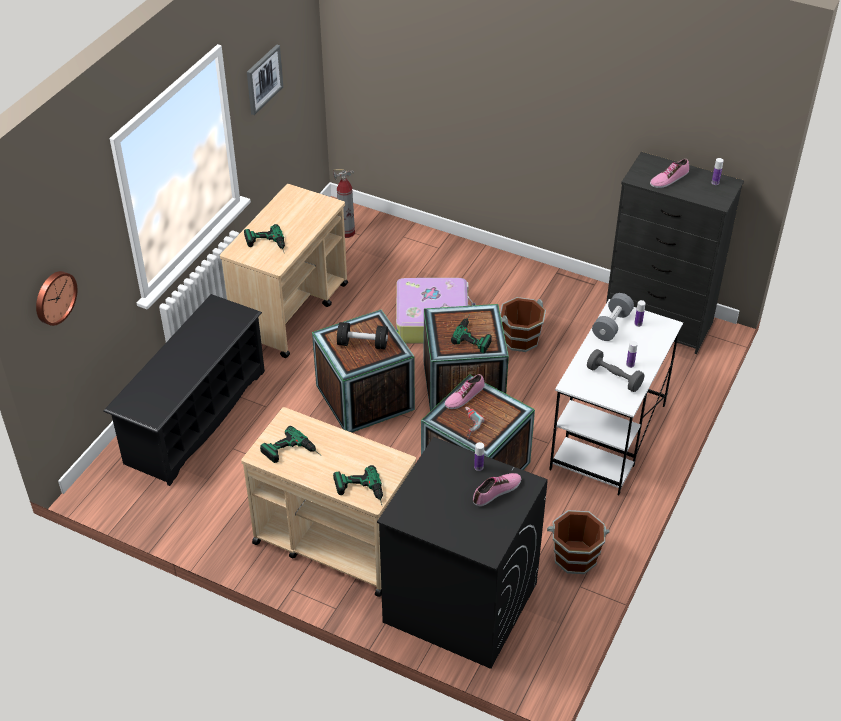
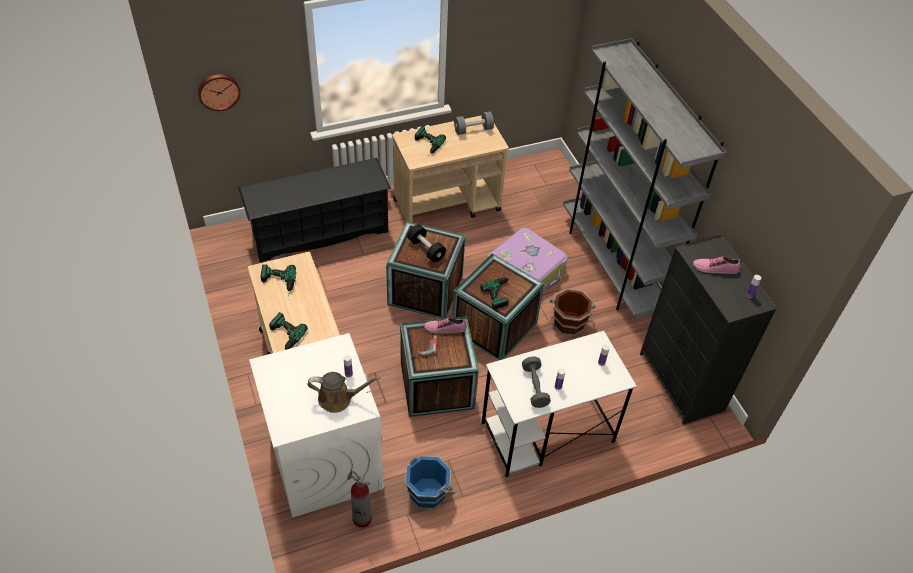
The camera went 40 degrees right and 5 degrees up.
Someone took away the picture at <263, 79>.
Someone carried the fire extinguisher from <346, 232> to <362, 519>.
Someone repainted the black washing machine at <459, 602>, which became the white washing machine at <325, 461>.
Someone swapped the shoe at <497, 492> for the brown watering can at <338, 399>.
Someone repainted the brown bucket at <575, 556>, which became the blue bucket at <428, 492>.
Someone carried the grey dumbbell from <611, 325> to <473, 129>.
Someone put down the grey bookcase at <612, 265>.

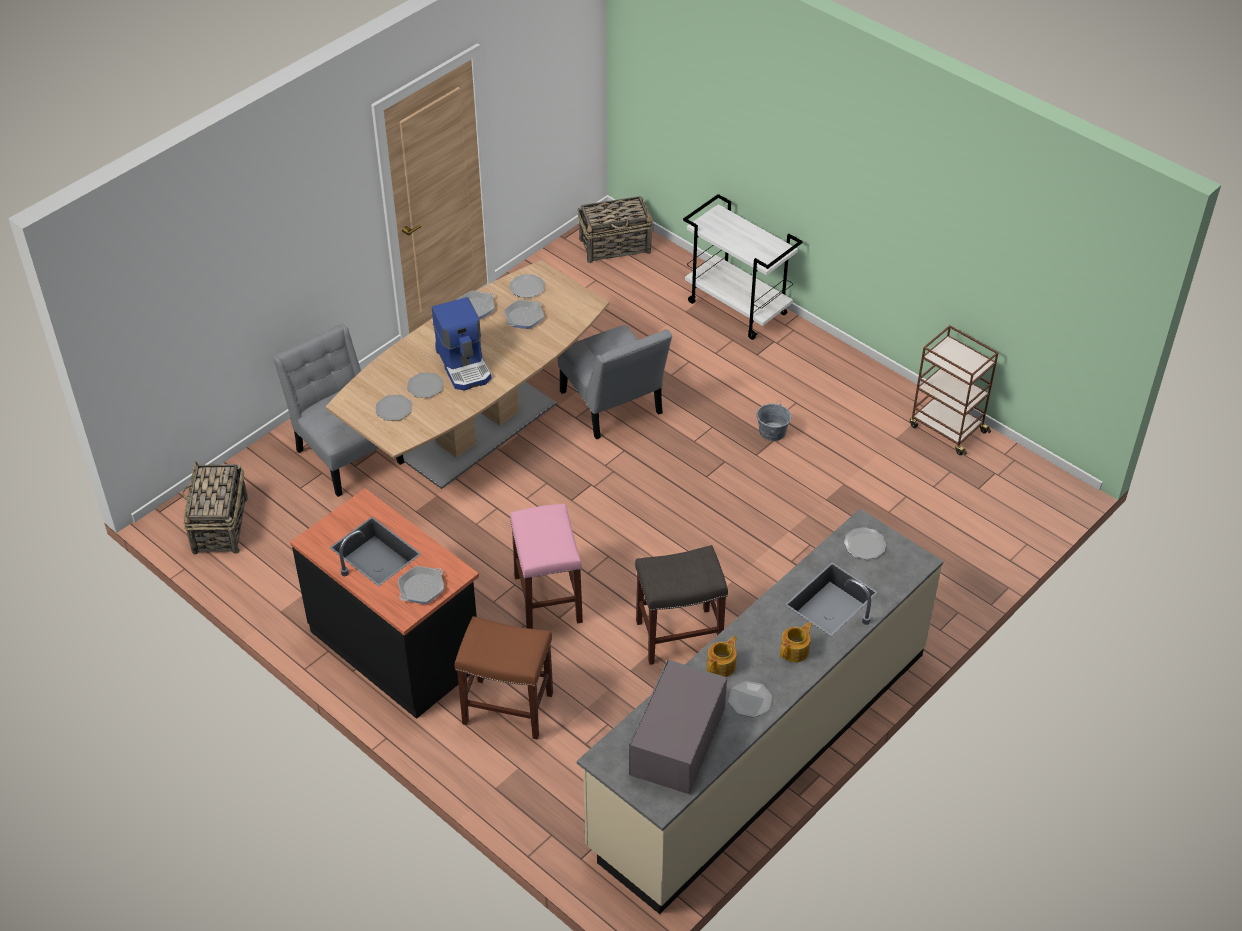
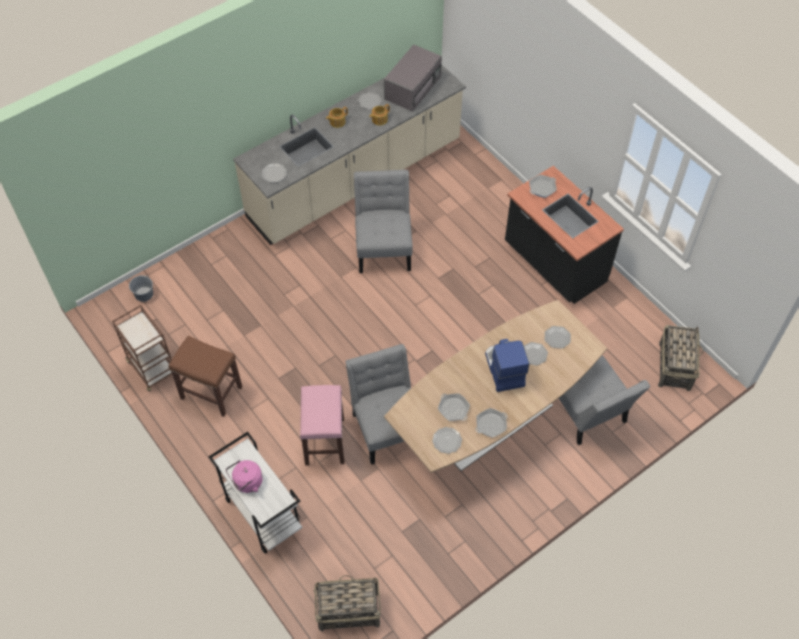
The camera went 170 degrees left and 10 degrees up.
Someone carried the brown stool from <509, 708> to <210, 393>.
Someone rotated the frying pan at <524, 317> by 90 degrees clockwise.
Someone carried the pink stool from <549, 600> to <324, 440>.
Someone swapped the grey stool at <678, 636> for the grey chair at <384, 247>.
Someone carried the grey bucket from <772, 432> to <144, 294>.
Someone put down the pink kettle at <247, 483>.

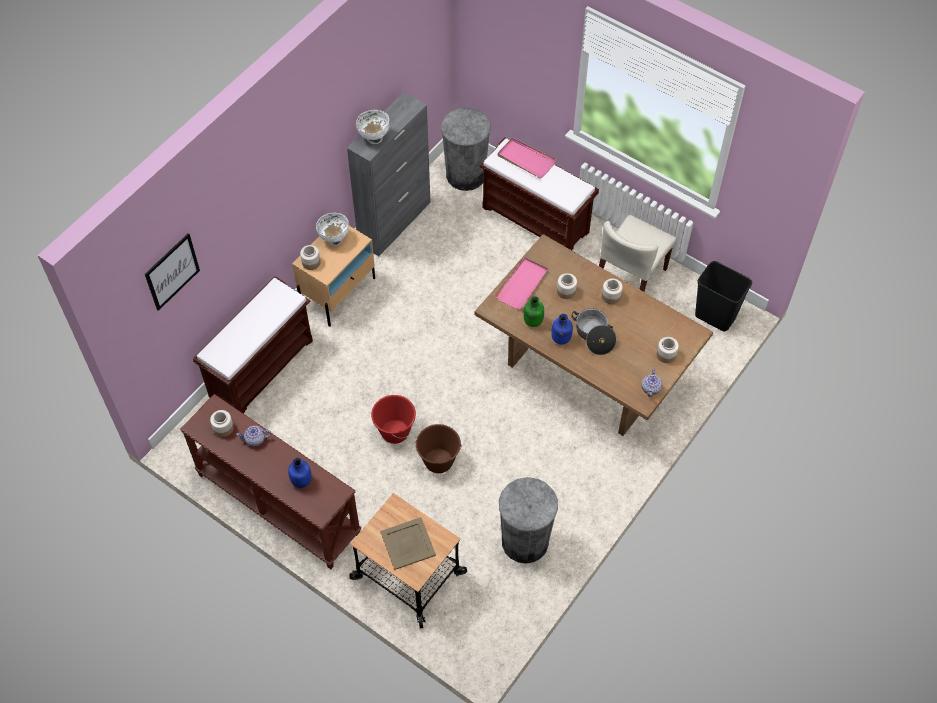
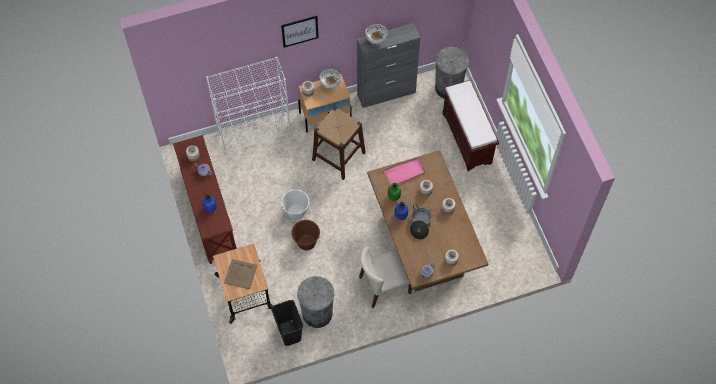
The camera went 35 degrees right and 5 degrees up.
Someone carried the picture from <172, 271> to <300, 31>.
Someone swapped the brown bench at <262, 367> for the white bookcase at <255, 134>.
Someone repainted the red bucket at <395, 432>, which became the white bucket at <296, 212>.
Someone took away the pink tray at <526, 159>.
Someone carried the beige chair from <630, 278> to <384, 285>.
Someone carried the black trash can from <714, 317> to <289, 332>.
Someone put down the brown stool at <339, 156>.

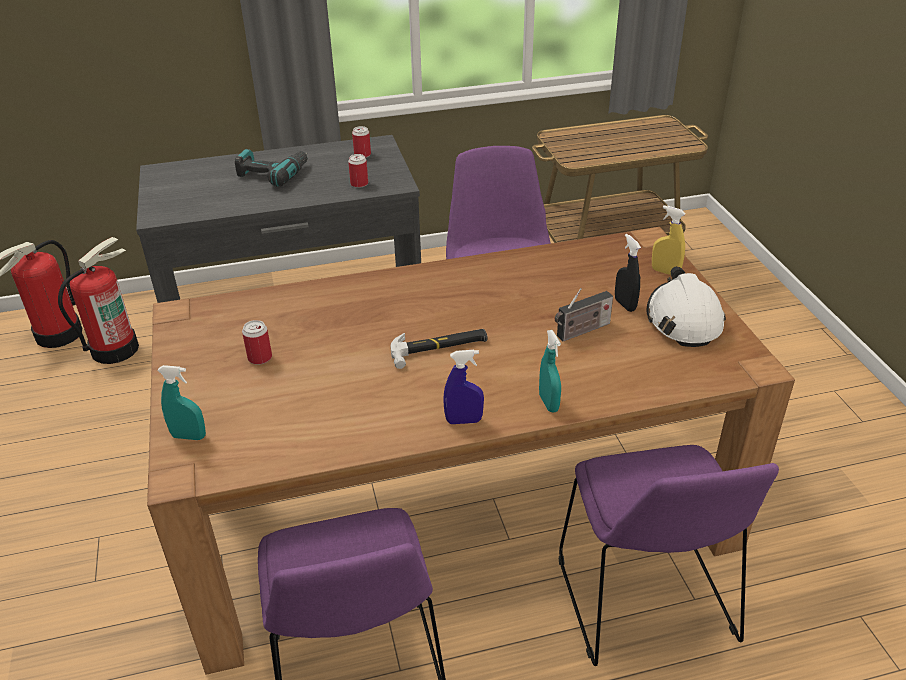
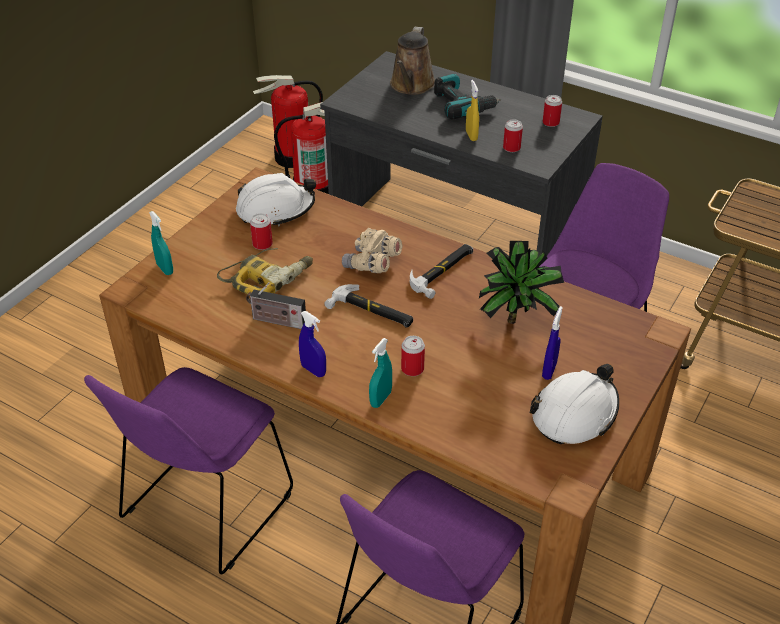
The camera went 45 degrees right and 5 degrees up.
Someone carried the radio from <581, 331> to <276, 321>.
Someone repainted the black spray bottle at <625, 304>, which became the blue spray bottle at <549, 370>.
Someone carried the yellow spray bottle from <665, 272> to <471, 136>.
Someone put down the power drill at <268, 277>.
Someone put down the white hard hat at <275, 209>.
Someone put down the beige binoculars at <372, 264>.
Someone put down the brown watering can at <411, 85>.
Someone put down the can at <412, 369>.
Someone put down the hammer at <443, 271>.
Someone put down the potted plant at <516, 318>.

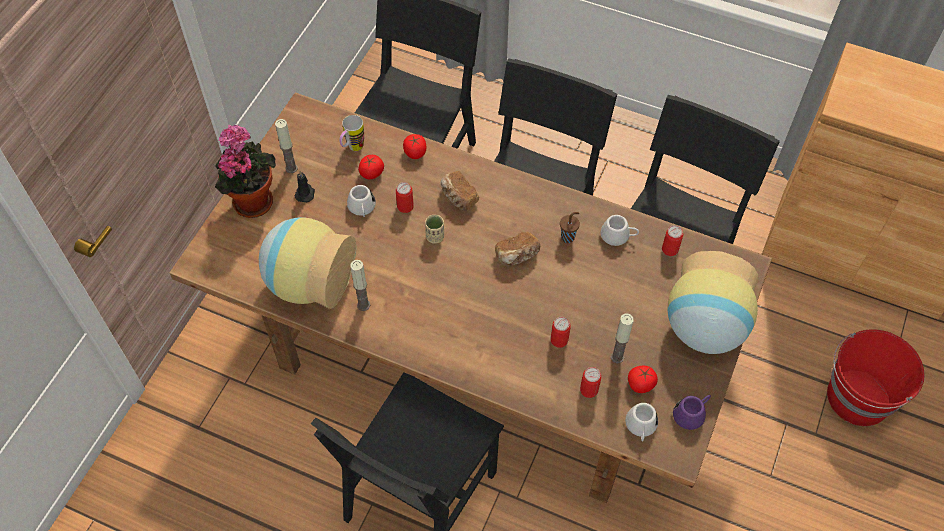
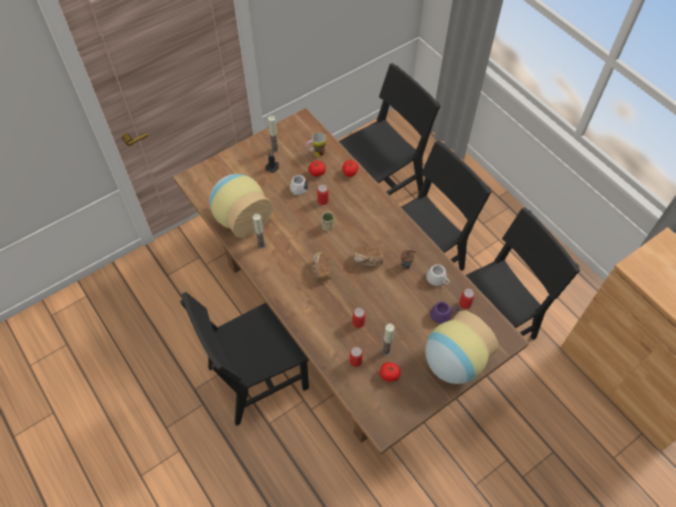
The camera went 30 degrees right and 0 degrees up.
Someone took away the potted plant at <252, 199>.
Someone carried the bread from <458, 197> to <321, 270>.
Someone took away the white mug at <641, 427>.
Someone carried the purple mug from <691, 413> to <443, 315>.
Someone took away the red bucket at <857, 398>.

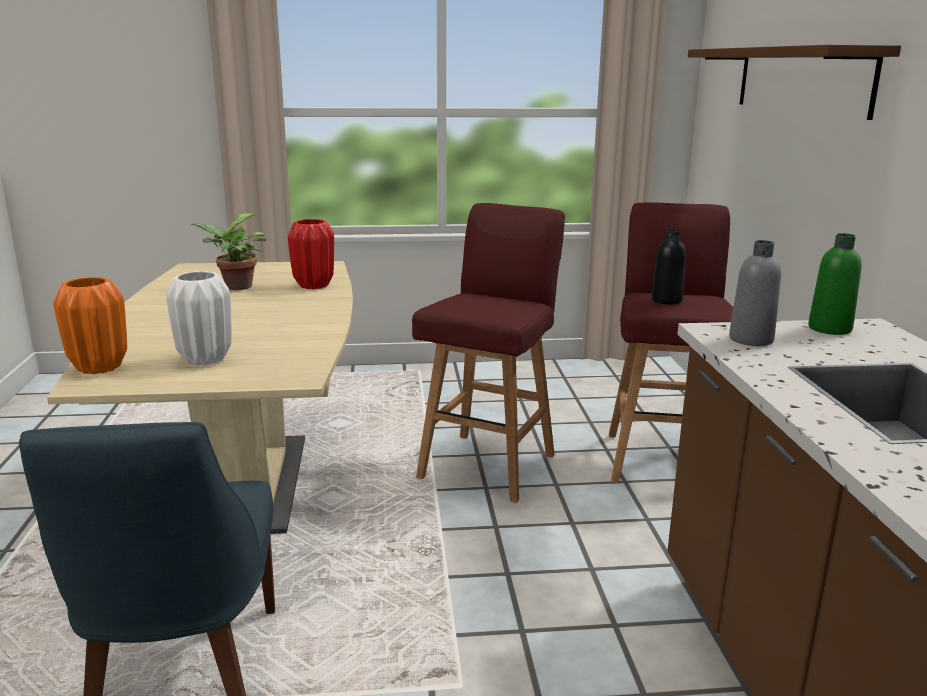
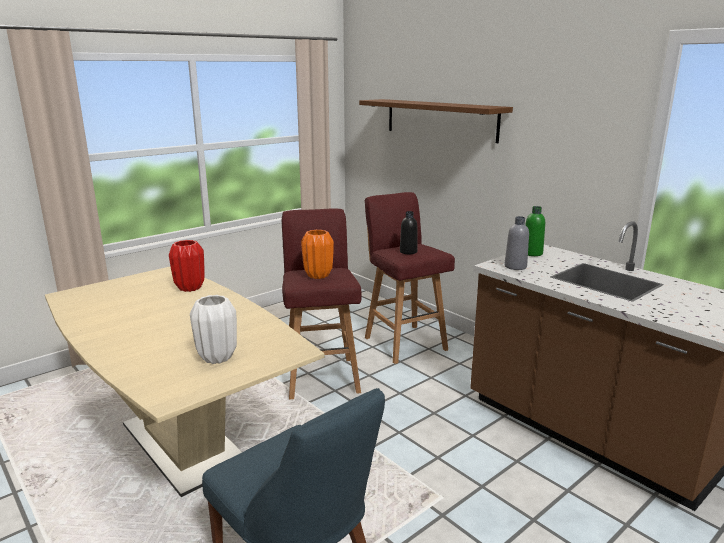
The camera went 35 degrees left and 0 degrees up.
Someone carried the orange vase from <99, 367> to <318, 276>.
Someone took away the potted plant at <235, 287>.

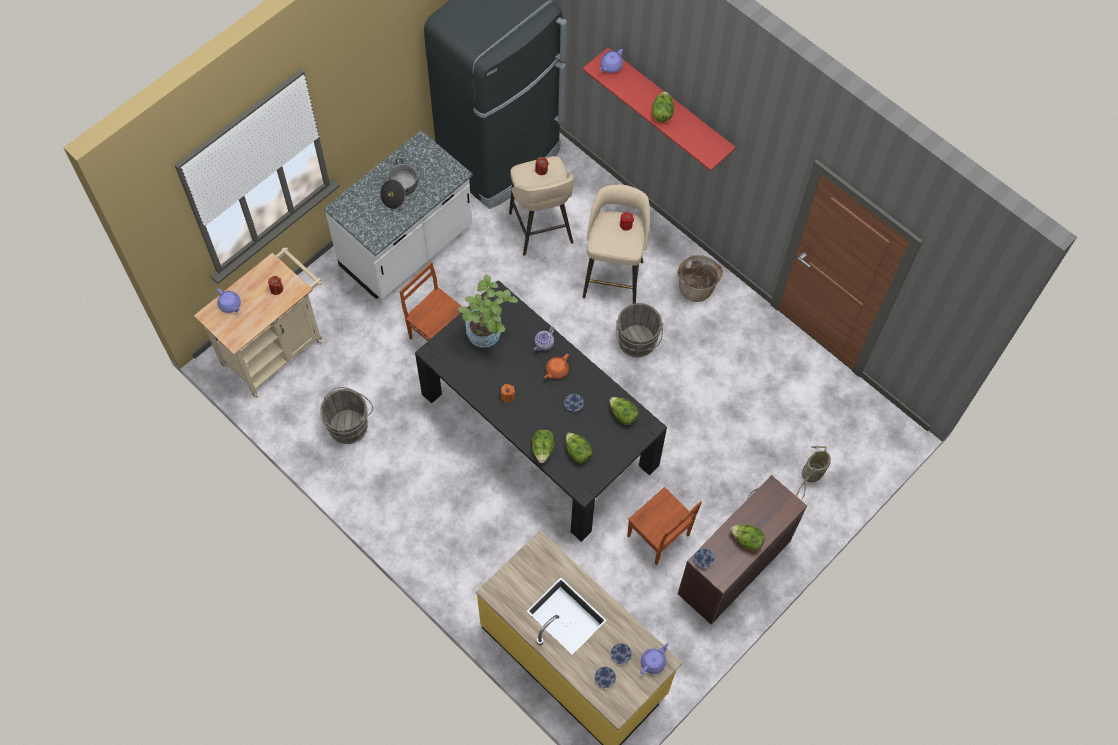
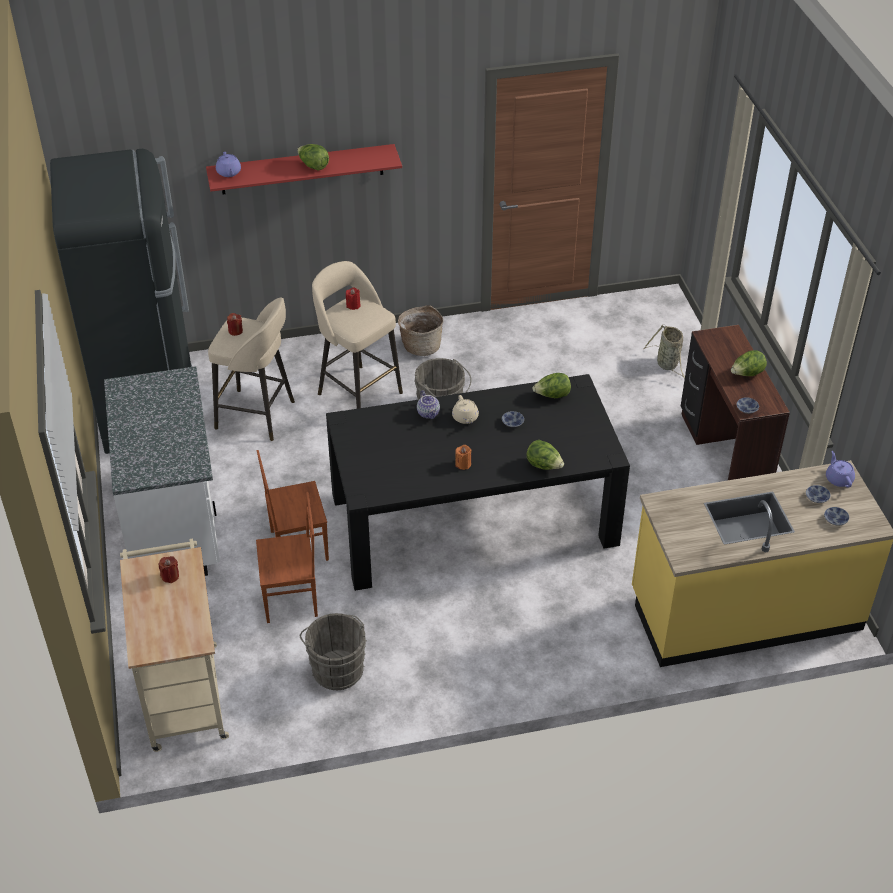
The camera went 55 degrees left and 20 degrees down.
Someone took away the purple teapot at <230, 305>.
Someone took away the cooking pot at <399, 190>.
Someone took away the potted plant at <488, 336>.
Someone repainted the orange teapot at <556, 370>, which became the beige teapot at <465, 418>.
Someone took away the lettuce at <577, 452>.
Someone carried the brown chair from <658, 537> to <291, 599>.

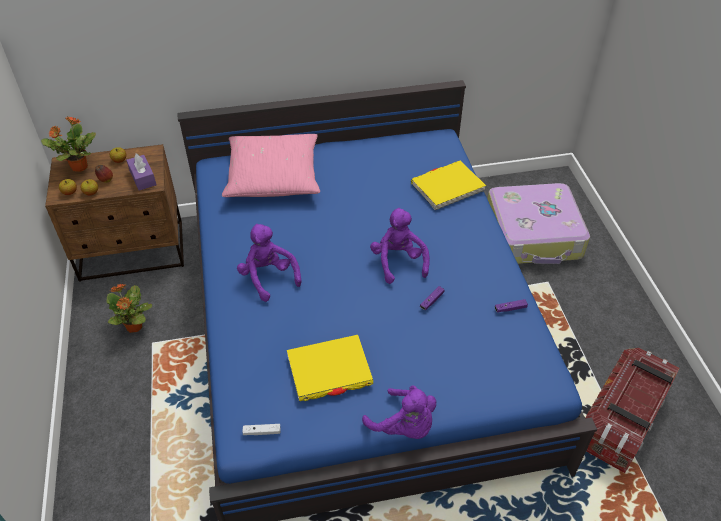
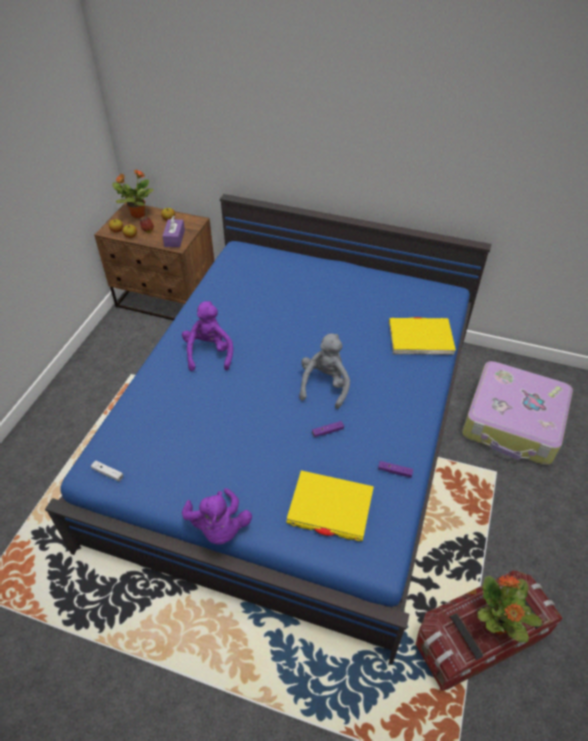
The camera went 30 degrees right and 0 degrees up.
Someone carried the potted plant from <134, 327> to <497, 625>.
Someone took away the pink pillow at <273, 176>.
Someone carried the yellow book from <329, 370> to <330, 508>.
Someone repainted the purple plush toy at <398, 262>, which became the grey plush toy at <325, 385>.

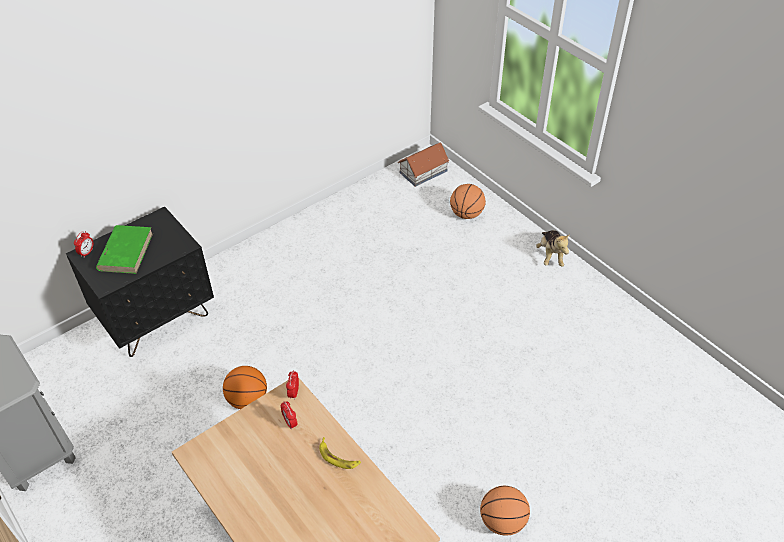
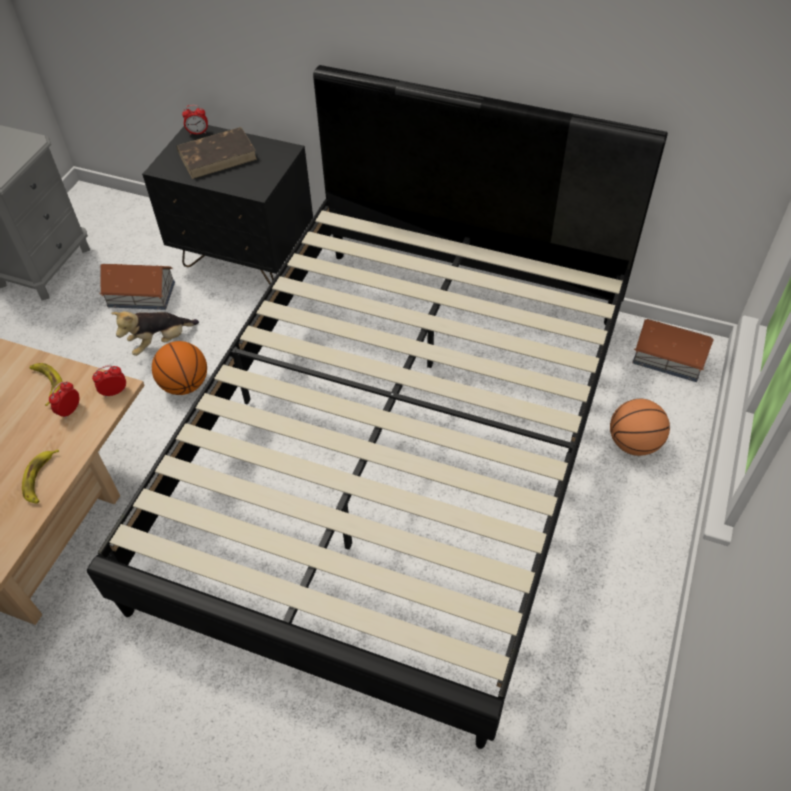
The camera went 60 degrees right and 5 degrees up.
Someone repainted the green book at <126, 251>, which became the brown book at <218, 155>.
Someone took away the basketball at <502, 521>.
Someone carried the plush toy from <550, 255> to <160, 342>.
Someone put down the banana at <47, 384>.
Someone put down the black bed at <398, 448>.
Someone put down the toy house at <142, 294>.

